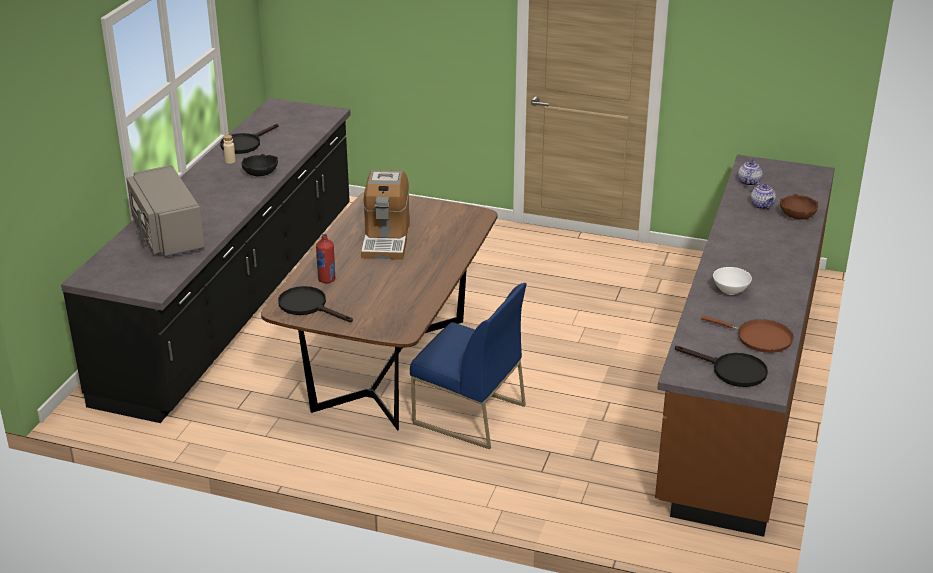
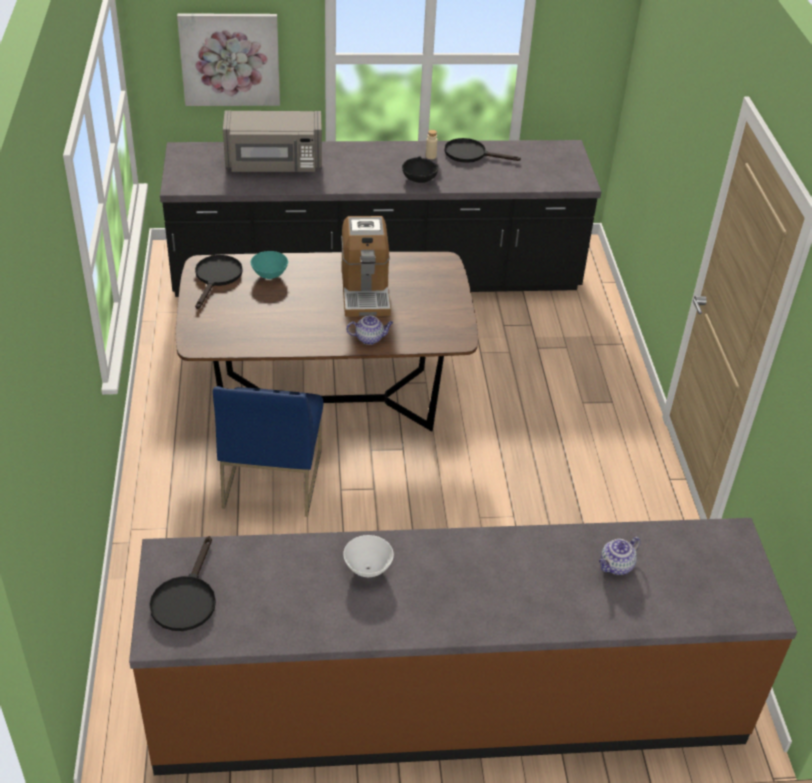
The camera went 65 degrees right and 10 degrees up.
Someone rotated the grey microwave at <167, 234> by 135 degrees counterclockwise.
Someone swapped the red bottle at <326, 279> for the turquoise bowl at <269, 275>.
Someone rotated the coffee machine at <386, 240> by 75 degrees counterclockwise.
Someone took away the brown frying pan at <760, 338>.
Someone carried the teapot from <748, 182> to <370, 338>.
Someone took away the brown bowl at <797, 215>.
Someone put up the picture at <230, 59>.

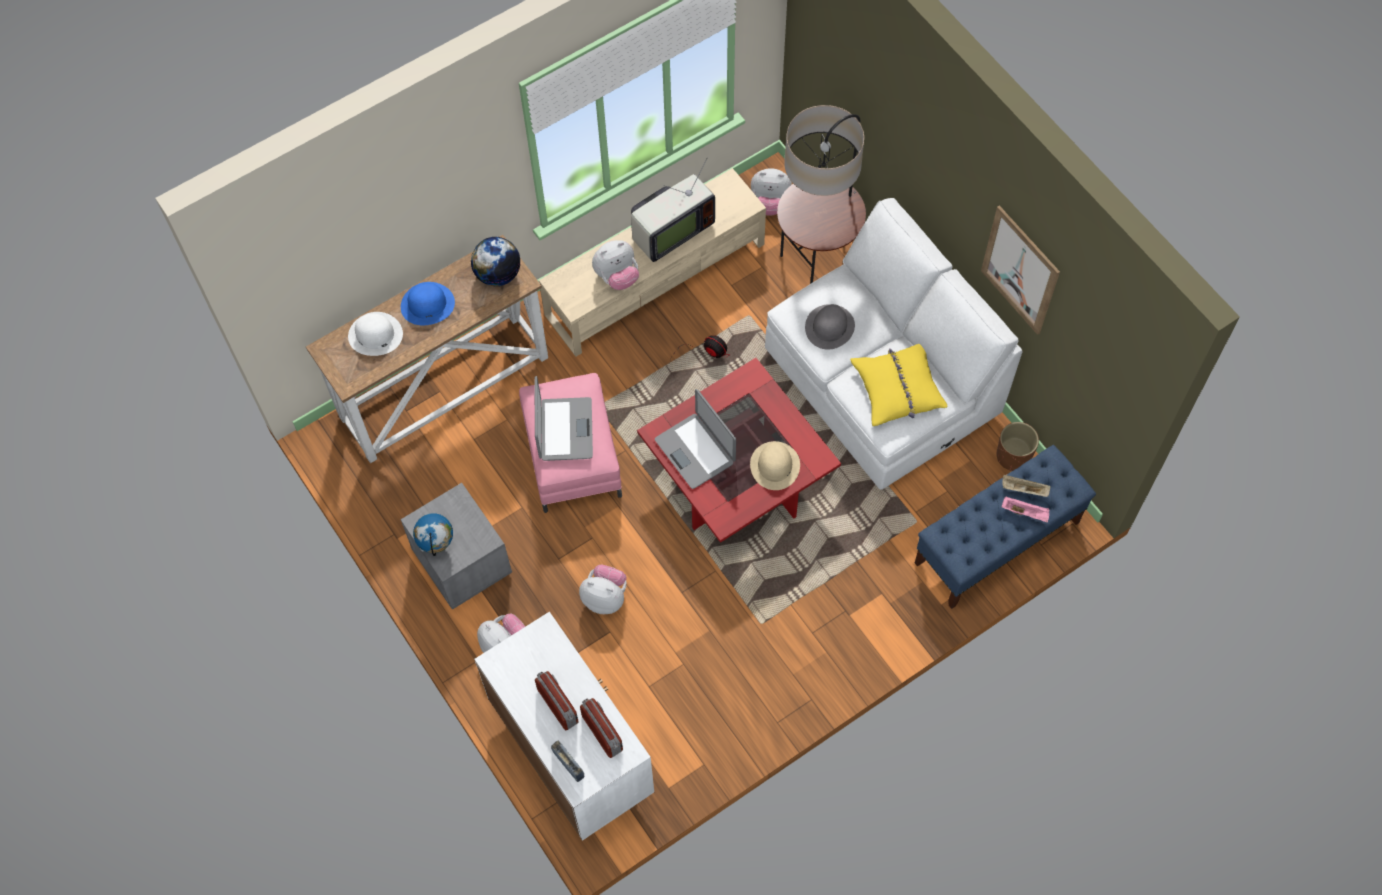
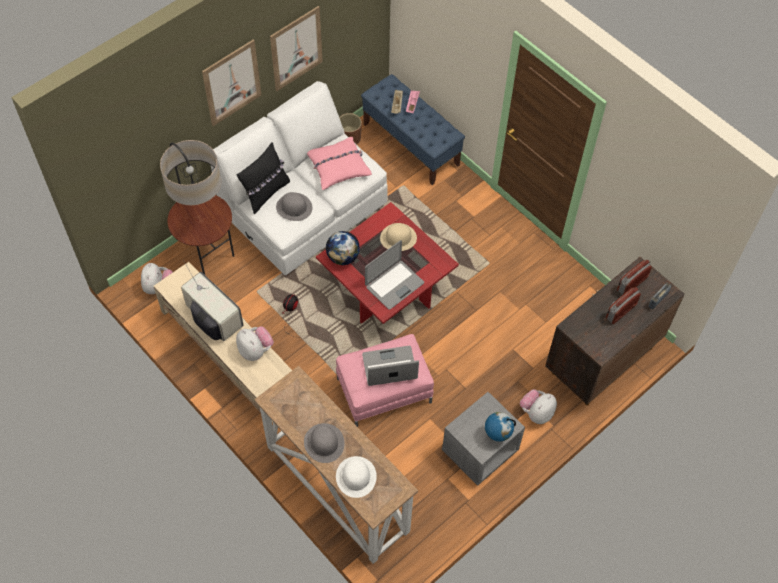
The camera went 100 degrees left and 5 degrees down.
Someone repainted the blue hat at <427, 304>, which became the grey hat at <324, 442>.
Someone carried the globe from <498, 274> to <343, 257>.
Someone repainted the white cabinet at <571, 753>, which became the brown cabinet at <601, 361>.
Someone took away the plush toy at <605, 597>.
Someone repainted the yellow pillow at <898, 389>, which became the pink pillow at <338, 166>.
Someone put up the picture at <232, 83>.
Someone put down the black pillow at <266, 193>.

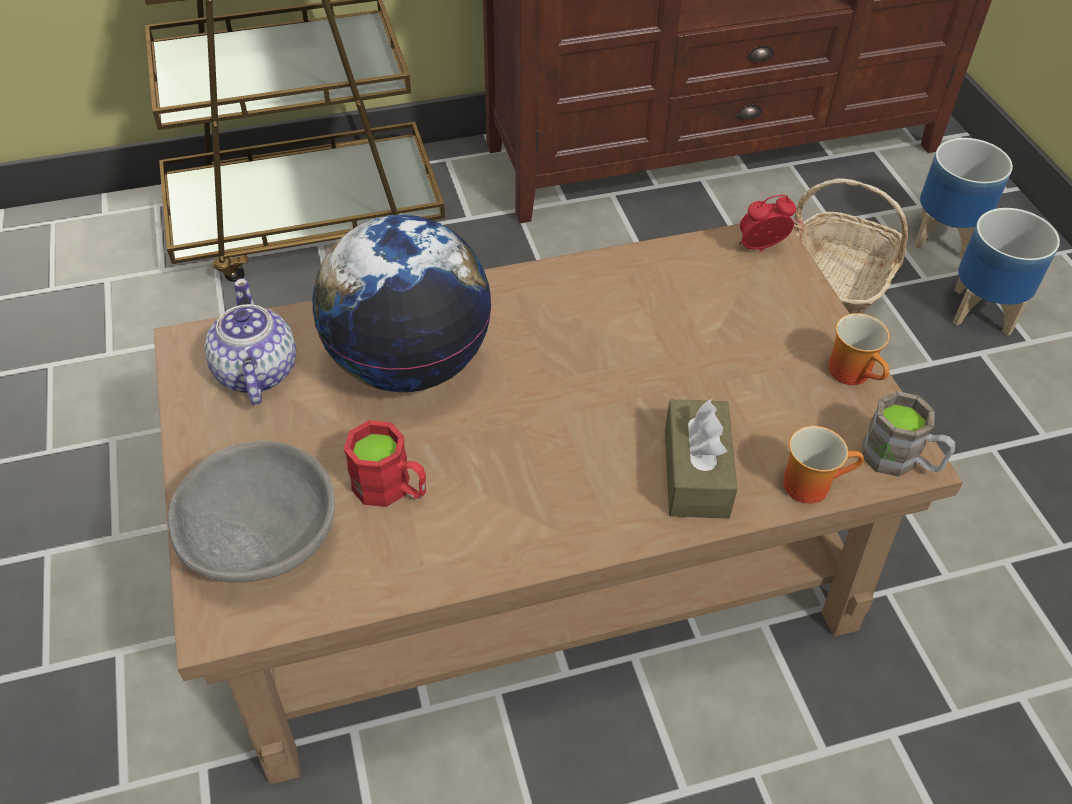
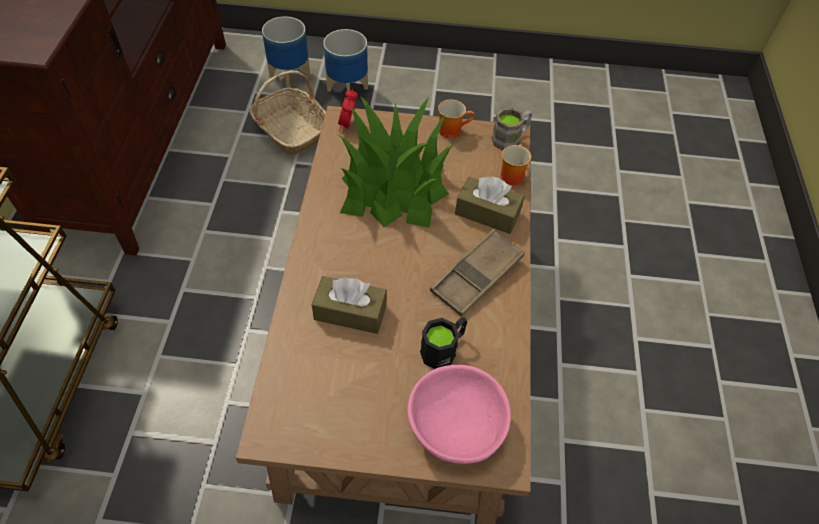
The camera went 70 degrees left and 5 degrees up.
Someone repainted the grey bowl at <260, 542>, which became the pink bowl at <456, 427>.
Someone took away the teapot at <255, 373>.
Someone swapped the globe at <409, 363> for the brown tissue box at <350, 312>.
Someone repainted the red mug at <391, 489>, which became the black mug at <444, 349>.
Someone put down the potted plant at <393, 187>.
Someone put down the brown tray at <477, 276>.

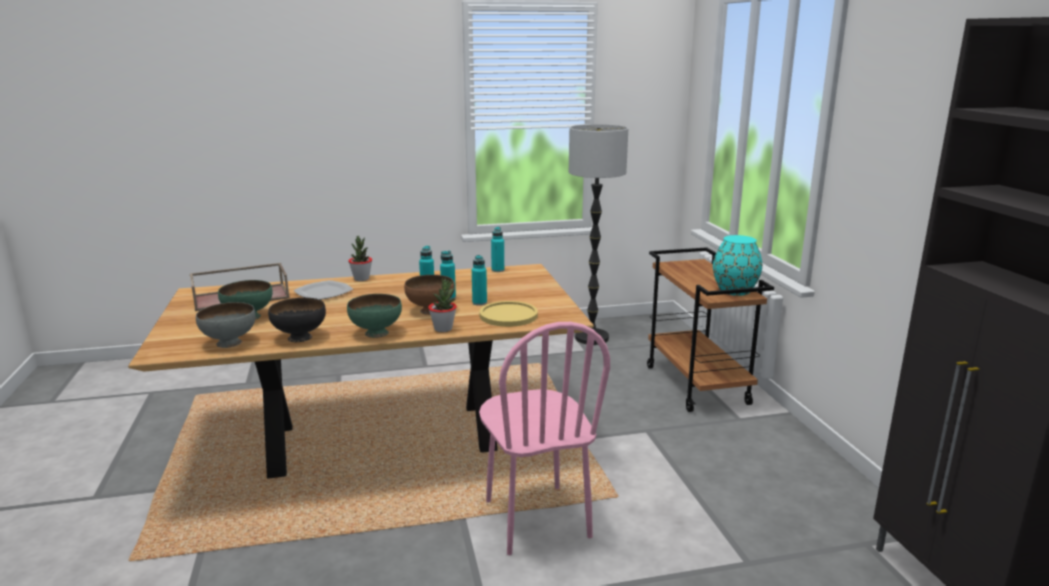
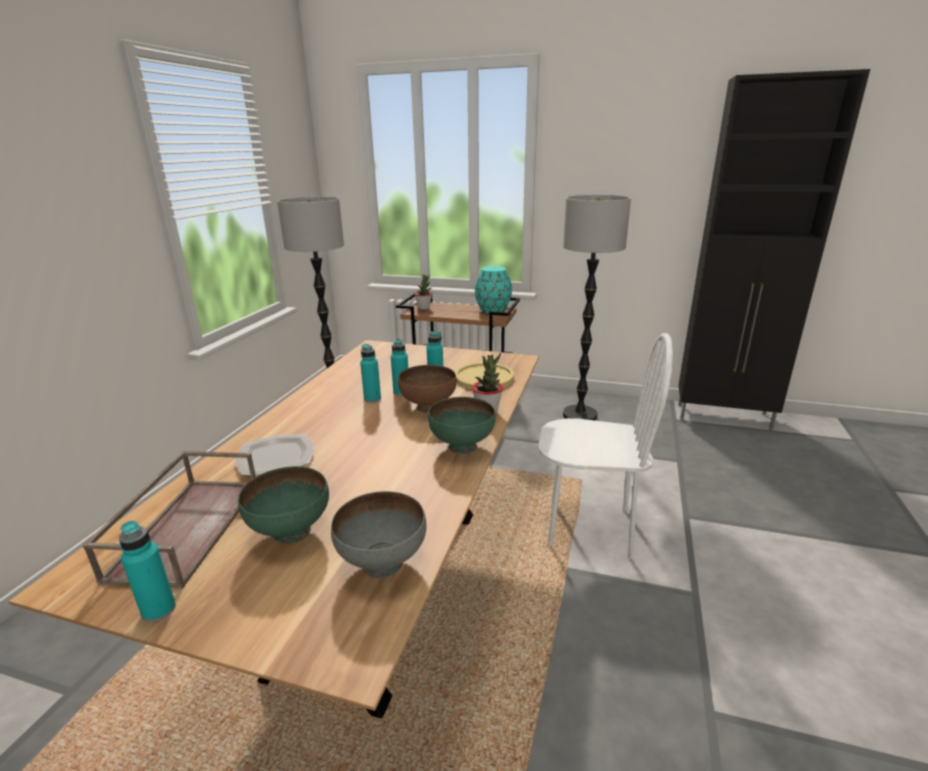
The camera went 60 degrees left and 5 degrees up.
Someone took away the black bowl at <300, 337>.
Someone carried the potted plant from <361, 279> to <424, 308>.
Someone repainted the pink chair at <536, 519>, which became the white chair at <589, 528>.
Someone carried the turquoise bottle from <497, 270> to <158, 610>.
Someone put down the floor lamp at <579, 416>.

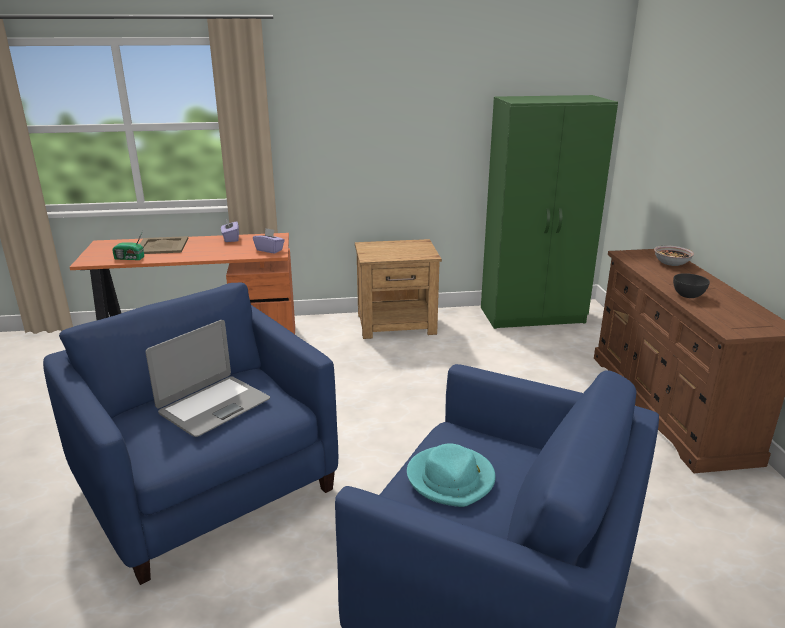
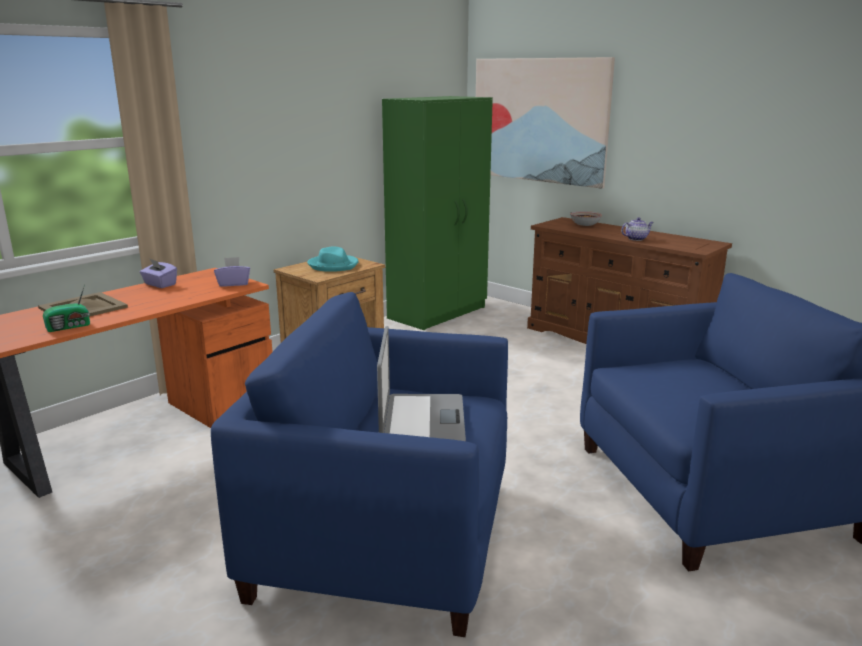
The camera went 40 degrees left and 5 degrees down.
Someone carried the turquoise hat from <451, 479> to <333, 265>.
Someone swapped the grey bowl at <688, 295> for the teapot at <636, 239>.
Someone put up the picture at <539, 120>.

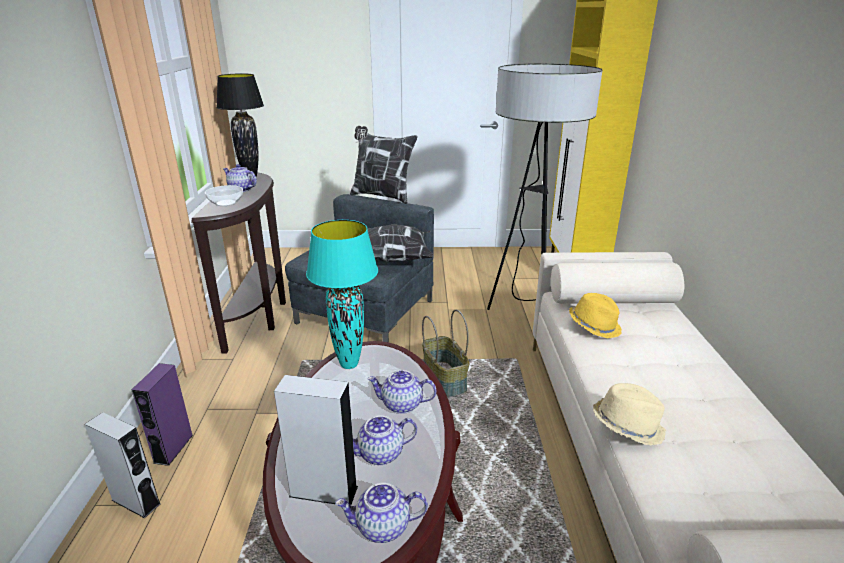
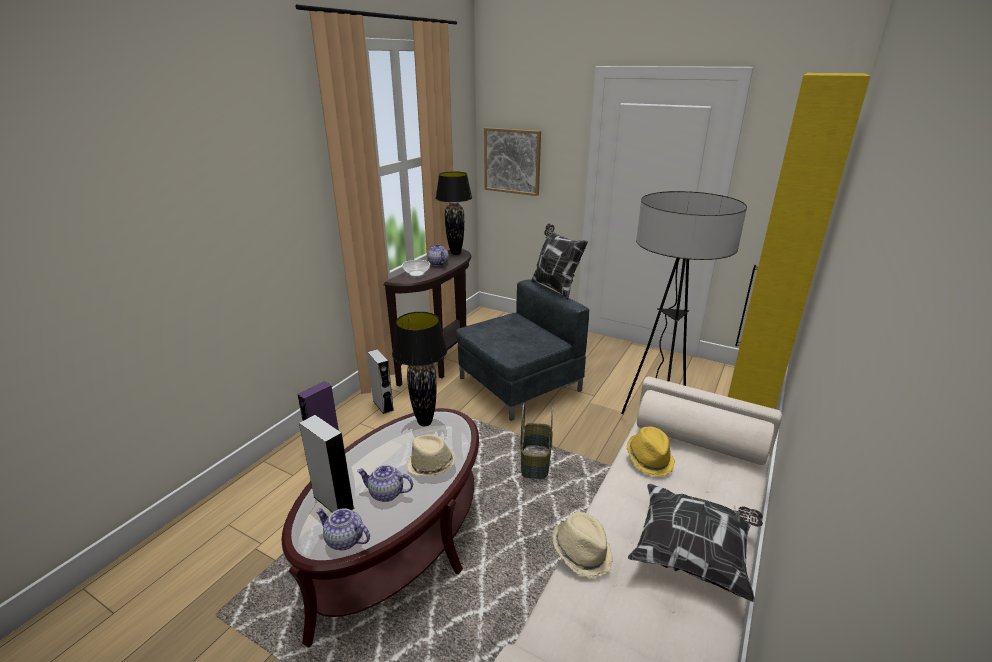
The camera went 30 degrees right and 0 degrees up.
Someone carried the grey speaker from <136, 502> to <383, 405>.
Someone repainted the turquoise table lamp at <349, 364>, which became the black table lamp at <425, 423>.
Someone carried the pillow from <396, 258> to <693, 553>.
Someone swapped the teapot at <401, 405> for the beige hat at <431, 465>.
Someone put up the picture at <512, 161>.

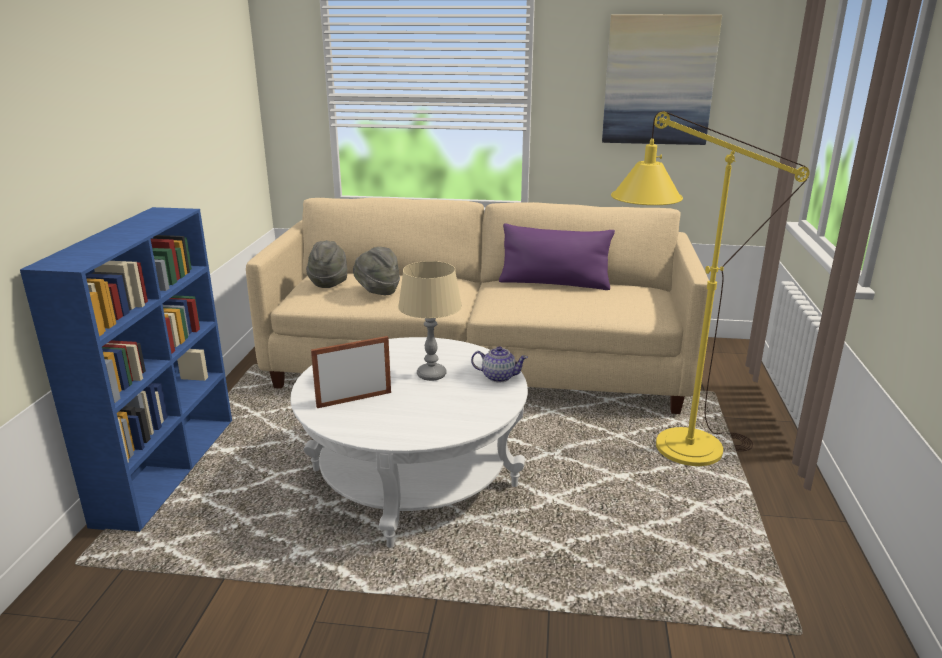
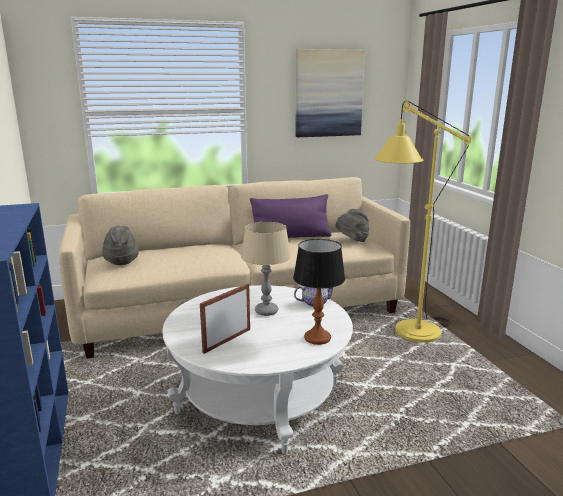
The camera went 25 degrees left and 5 degrees down.
Someone carried the grey hat from <377, 291> to <352, 241>.
Someone put down the table lamp at <318, 338>.

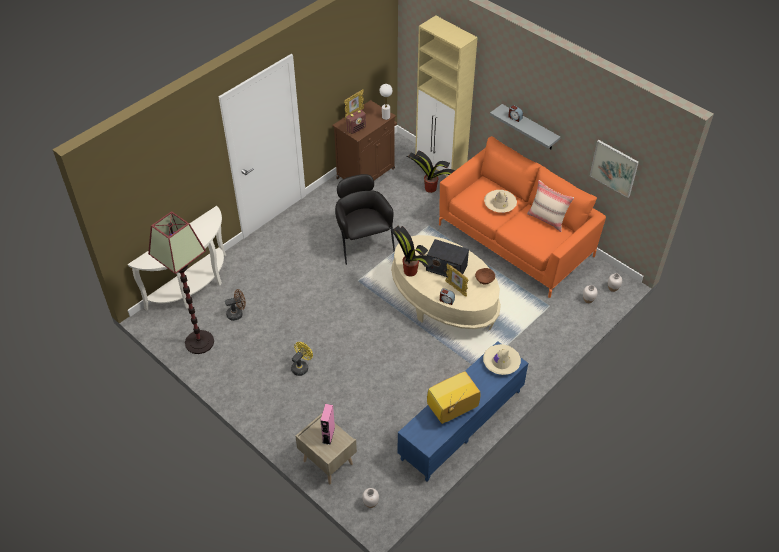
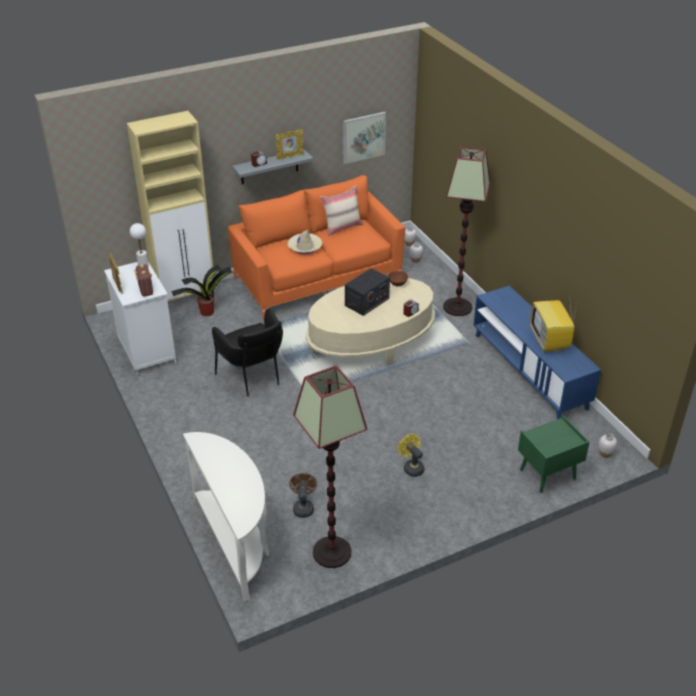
The camera went 70 degrees left and 10 degrees down.
Someone repainted the beige nightstand at <327, 462>, which became the green nightstand at <547, 475>.
Someone took away the pink speaker at <328, 435>.
Someone repainted the brown cabinet at <366, 173>, which became the white cabinet at <146, 351>.
Someone rotated the black armchair at <363, 242> by 120 degrees counterclockwise.
Someone took away the potted plant at <410, 270>.
Someone carried the picture frame from <456, 289> to <290, 157>.
Someone took away the beige hat at <501, 362>.
Someone put down the floor lamp at <457, 307>.

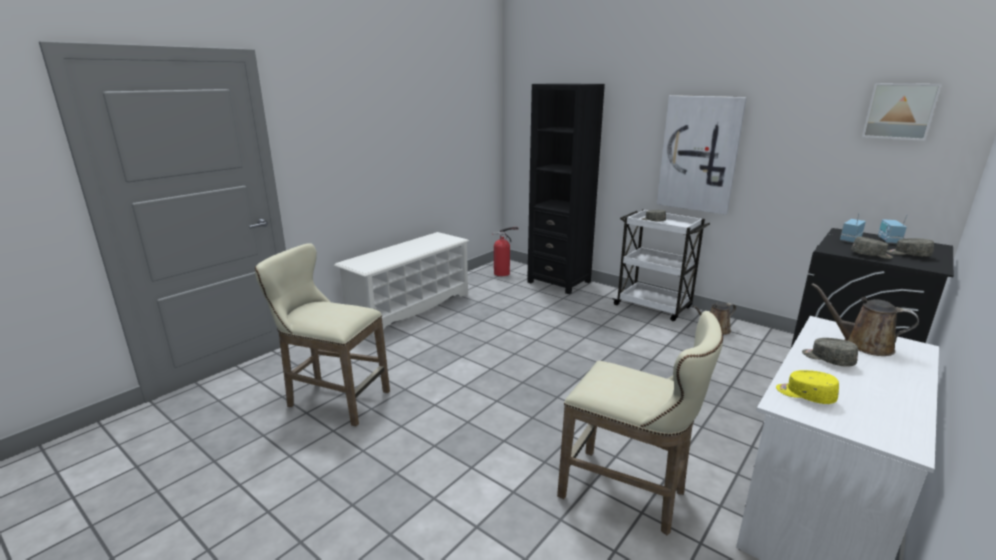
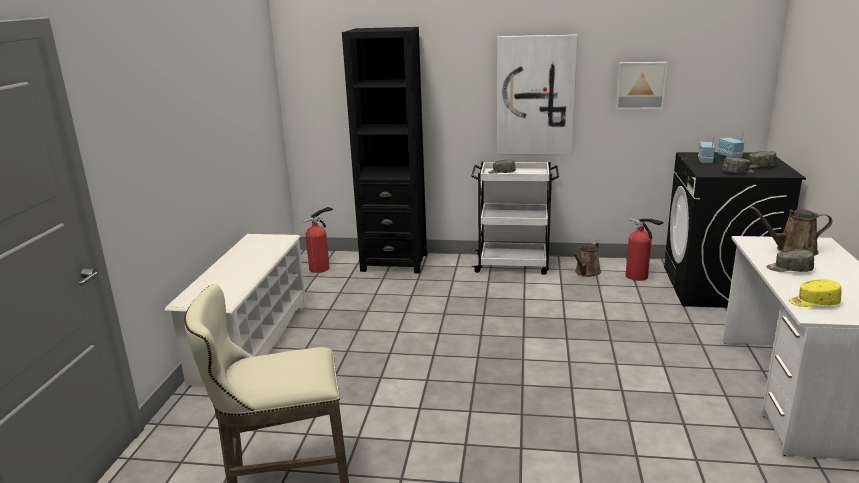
The camera went 30 degrees left and 0 degrees up.
Someone took away the beige stool at <629, 495>.
Someone carried the picture from <900, 111> to <640, 85>.
Someone put down the fire extinguisher at <638, 277>.

